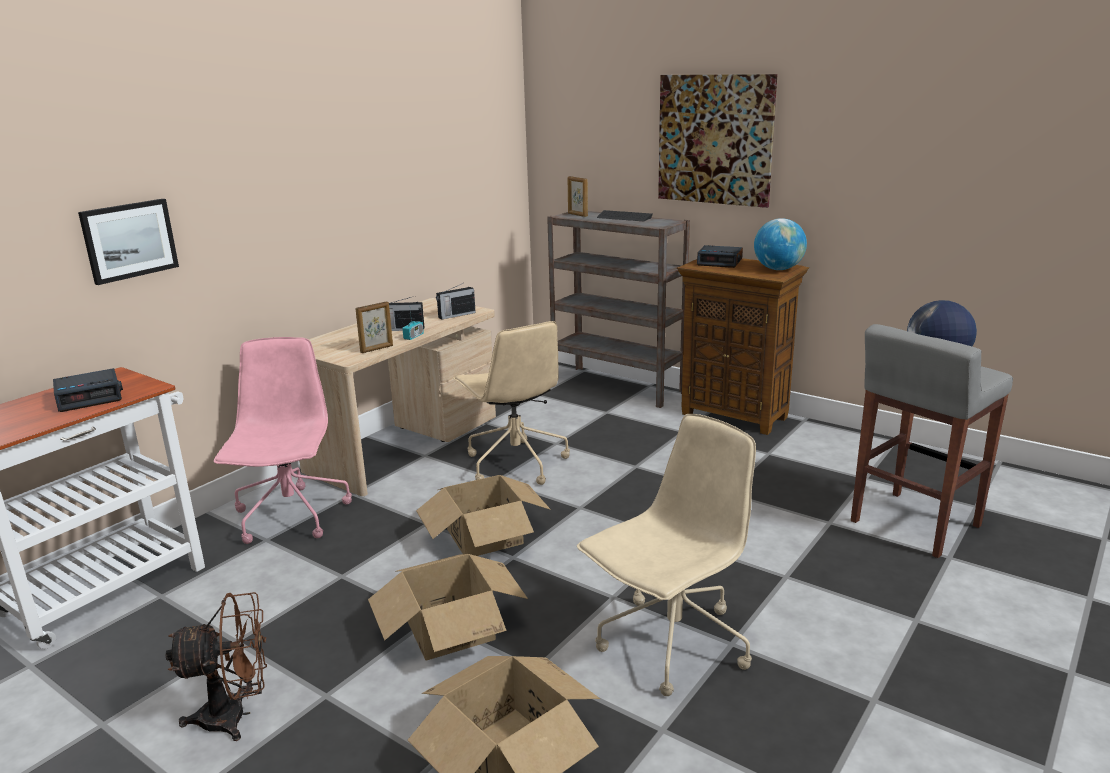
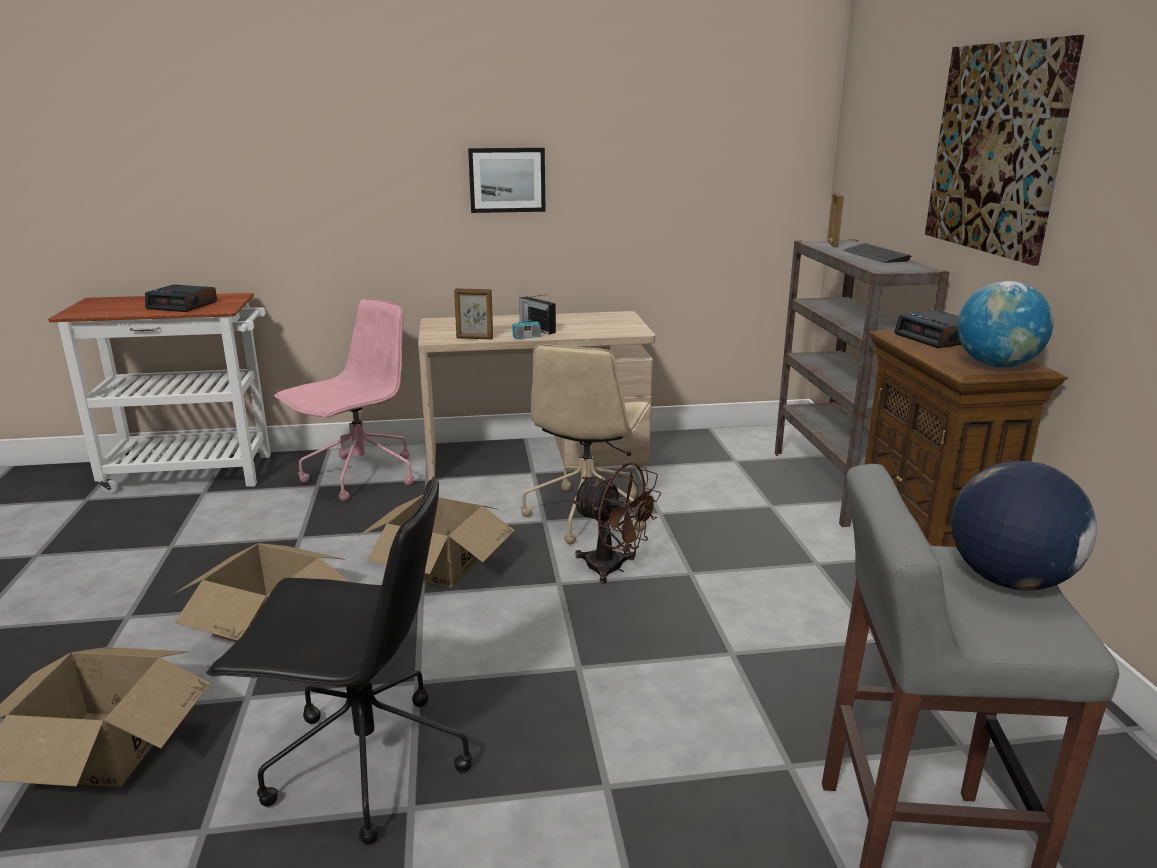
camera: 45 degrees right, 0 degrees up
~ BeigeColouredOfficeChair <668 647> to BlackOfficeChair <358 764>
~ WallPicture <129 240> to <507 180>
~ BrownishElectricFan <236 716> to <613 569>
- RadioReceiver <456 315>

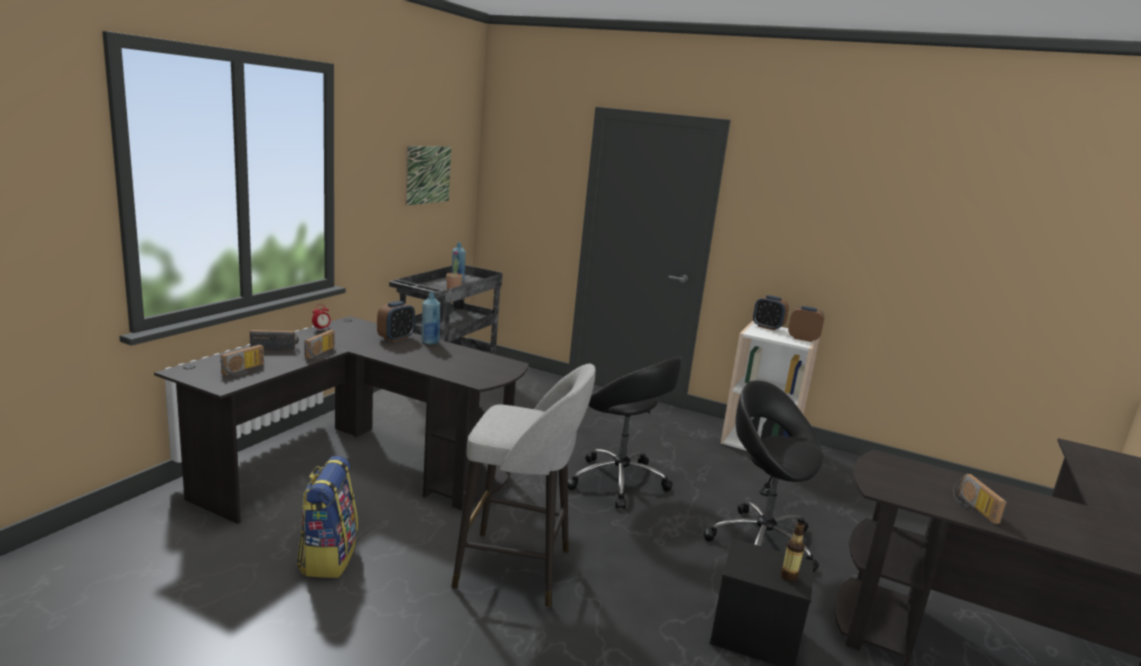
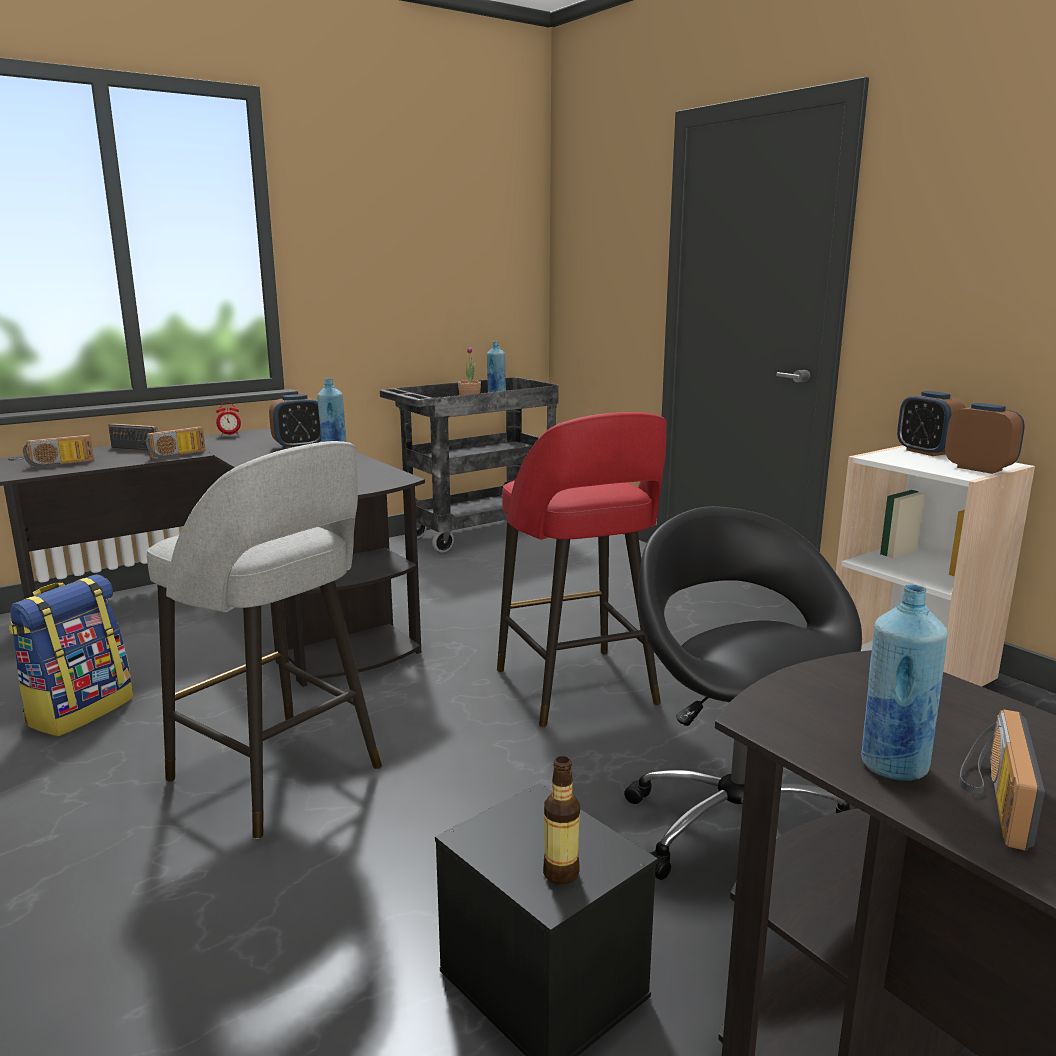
camera: 30 degrees right, 0 degrees up
~ BlackOfficeChair <620 482> to RedColouredStool <577 689>
+ BlueBottle <892 766>
- WallPicture <428 174>

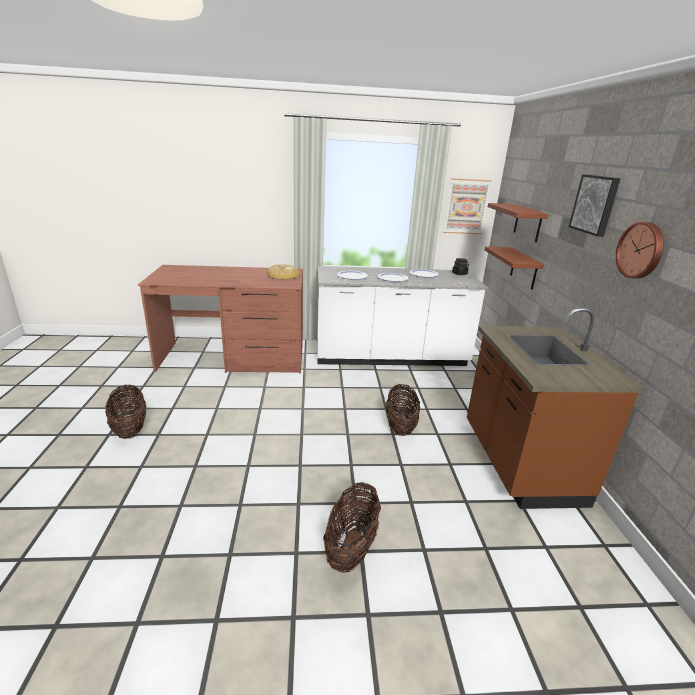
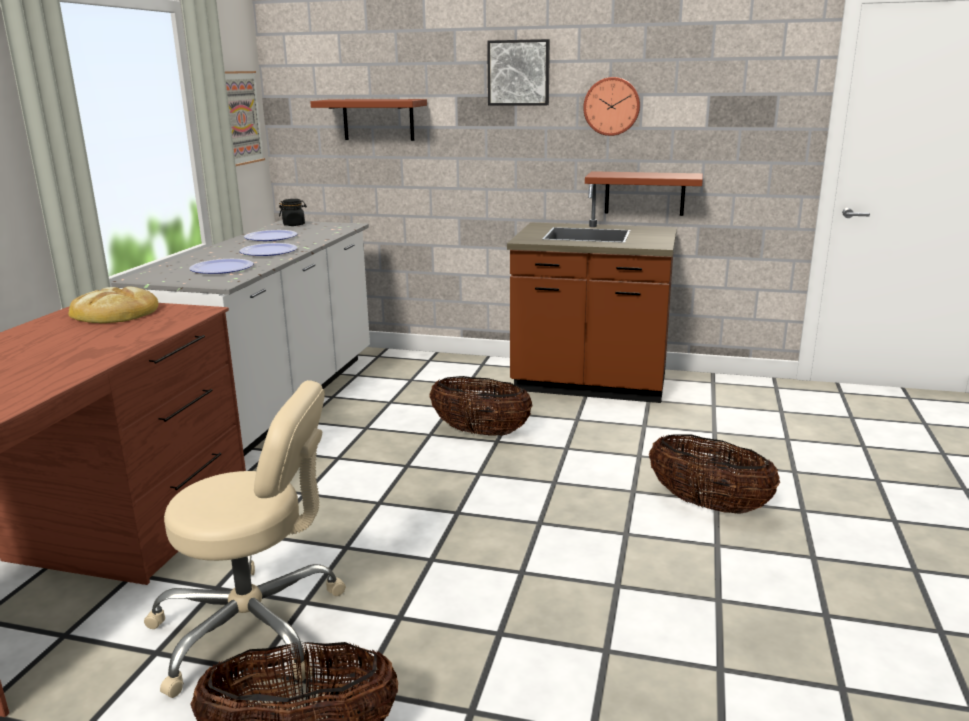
camera: 70 degrees left, 5 degrees down
+ BeigeColouredOfficeChair <259 630>
~ BrownishWallShelf <524 268> to <644 193>

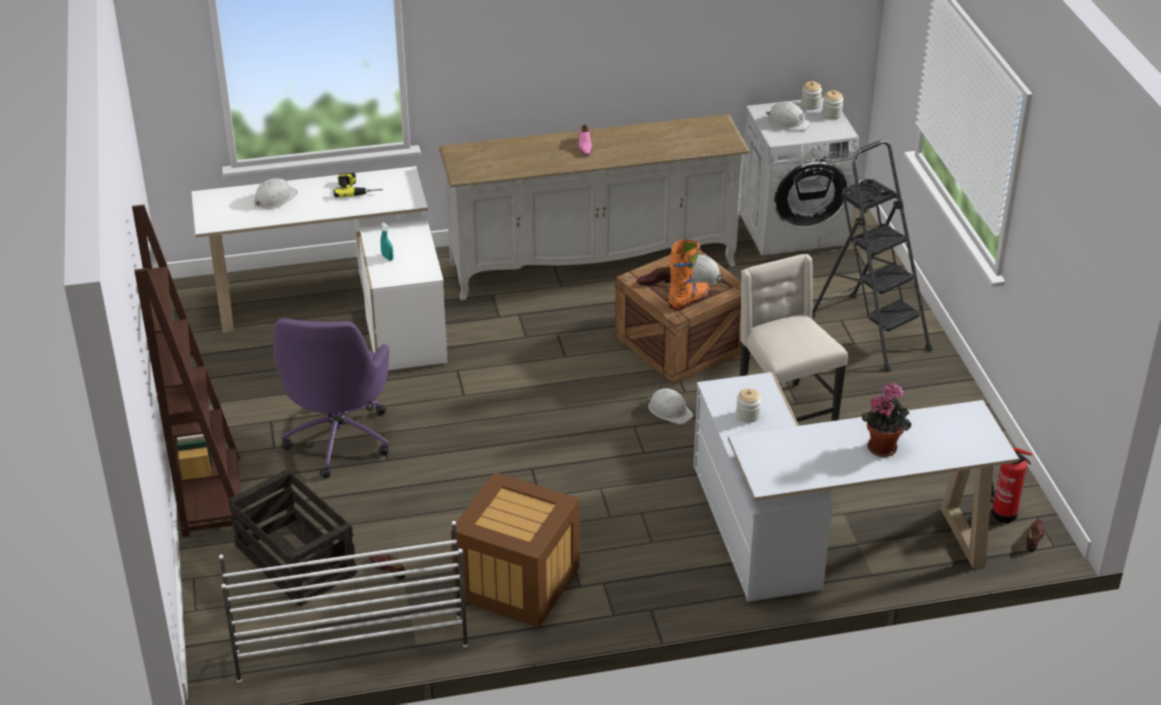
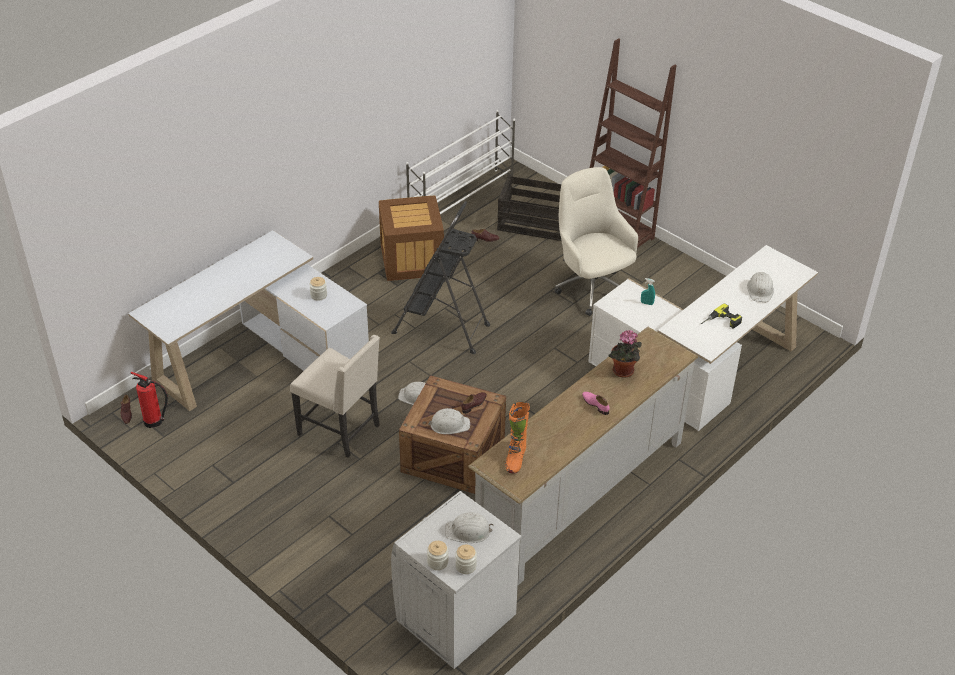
camera: 145 degrees right, 5 degrees up
~ StepLadder <868 331> to <442 329>
~ OrangeBoot <688 300> to <515 458>
~ PurpleColouredOfficeChair <339 440> to BeigeColouredOfficeChair <591 289>
~ PottedPlant <883 446> to <623 372>

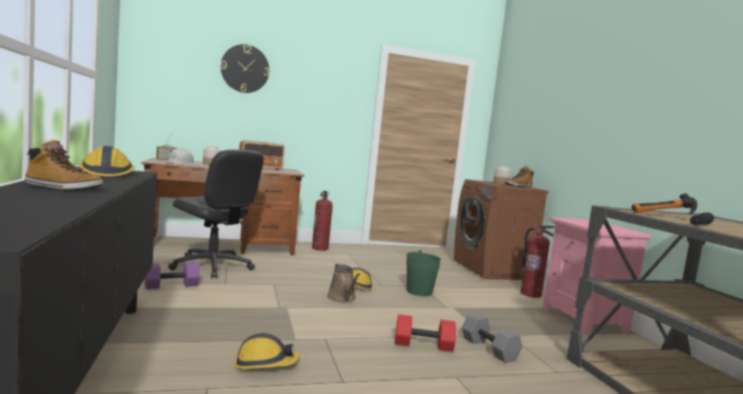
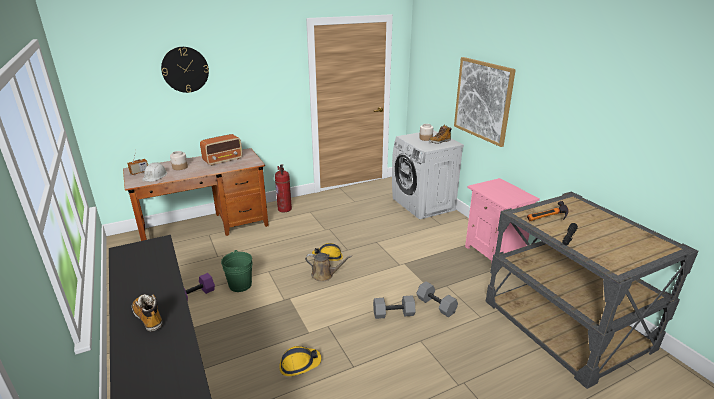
camera: 10 degrees left, 20 degrees up
~ Boot <63 188> = <148 318> 120 degrees counterclockwise
~ GreenPail <419 291> to <240 285>
~ BrownishWateringCan <342 298> = <324 275> 45 degrees counterclockwise
~ RedColouredDumbbell <424 344> to GrayDumbbell <394 313>
~ BrownishWashingMachine <491 271> to WhiteWashingMachine <423 205>
+ WallPicture <483 100>
- HardHat <107 173>
- BlackOfficeChair <212 266>
- FireExtinguisher <530 294>

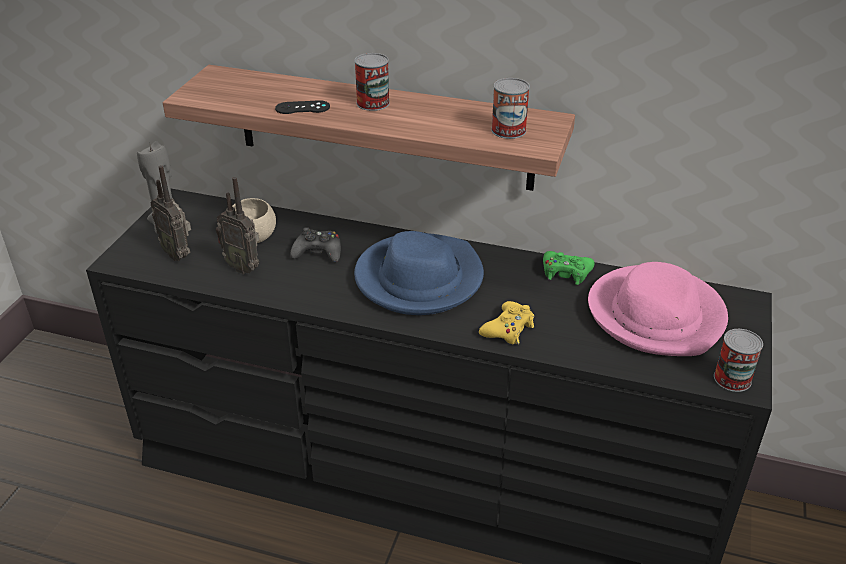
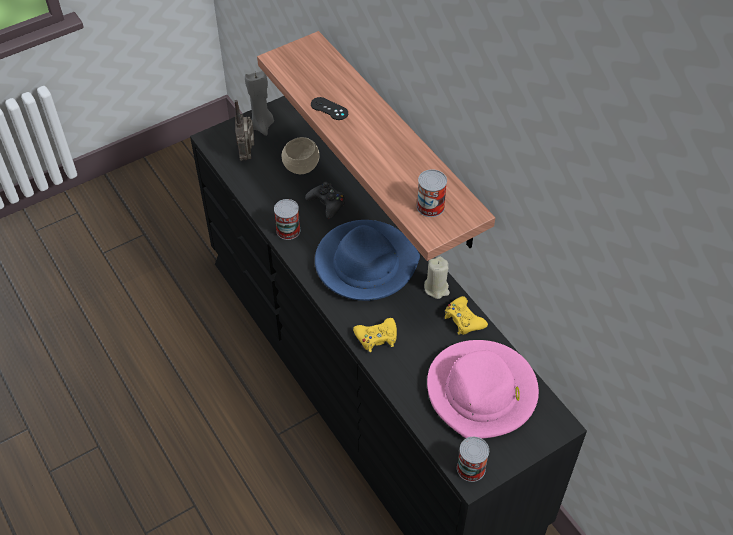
camera: 40 degrees right, 15 degrees up
~ MetalCan <373 103> to <288 230>
+ BeigeColouredCandle <436 288>
~ GreenGamepad <566 272> to YellowColouredGamepad <463 320>
- RadioReceiver <244 267>

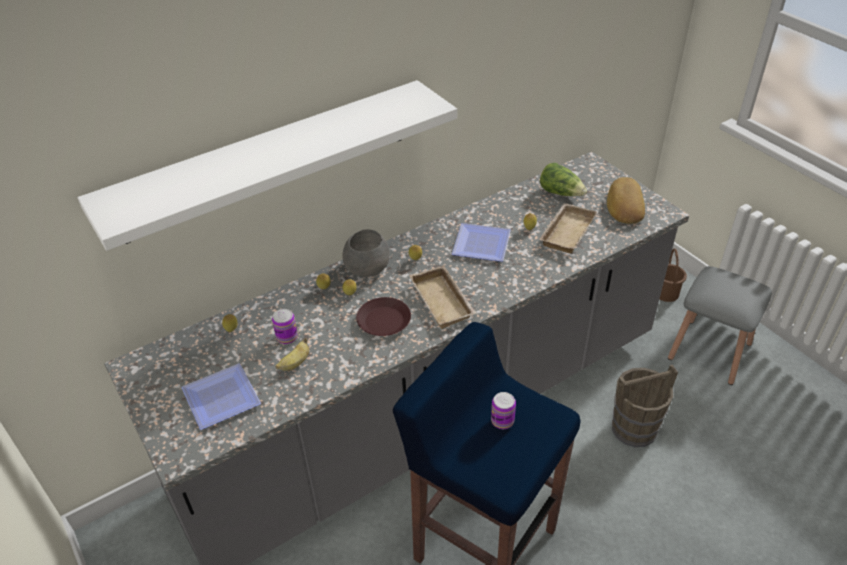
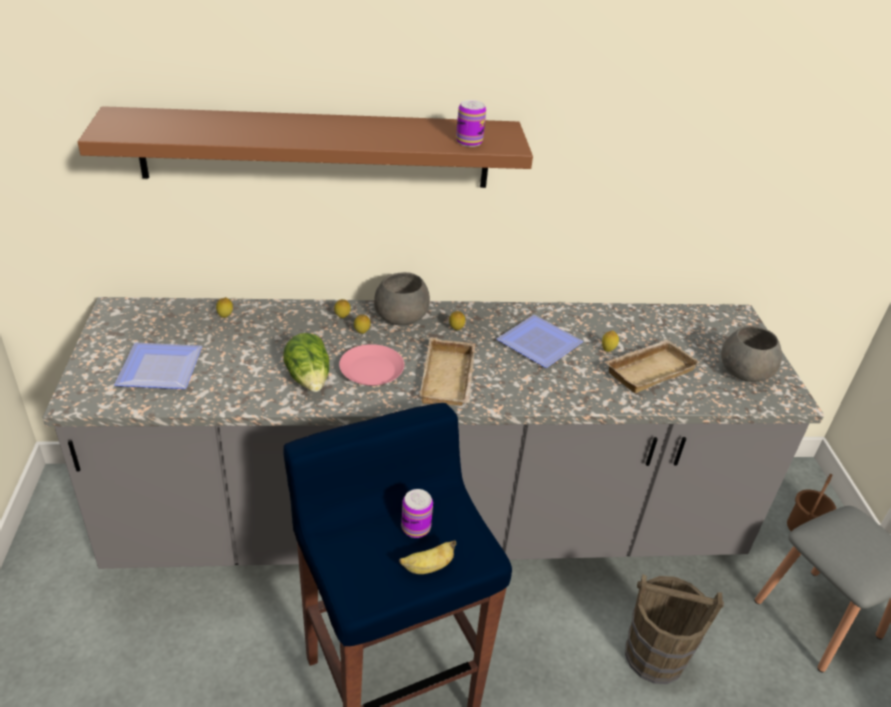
camera: 25 degrees right, 5 degrees down
~ WhiteWallShelf <268 160> to BrownishWallShelf <317 148>
~ LettuceHead <561 193> to <309 378>
~ BrownishFlatDish <383 321> to PinkColouredFlatDish <371 370>
~ Banana <295 364> to <428 567>
~ MetalCan <287 337> to <469 142>
~ BakedBread <624 205> to GrayDeepDish <744 372>

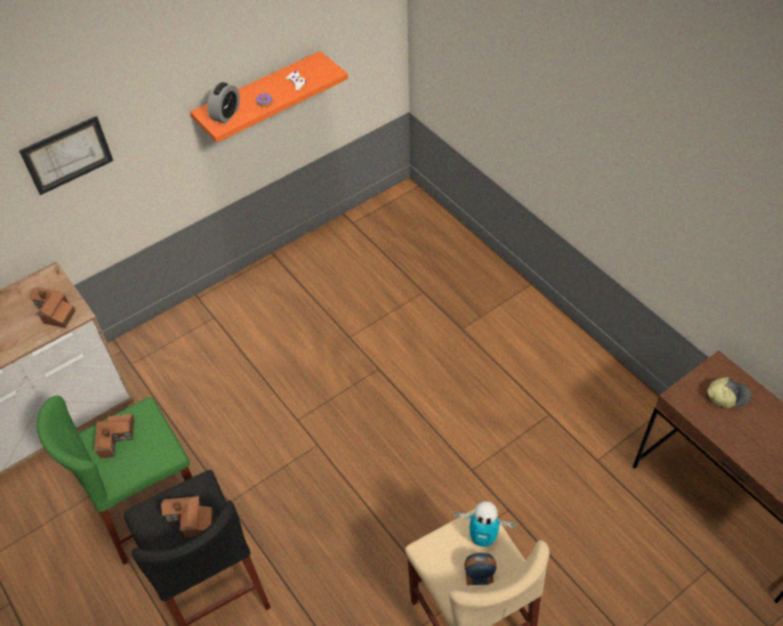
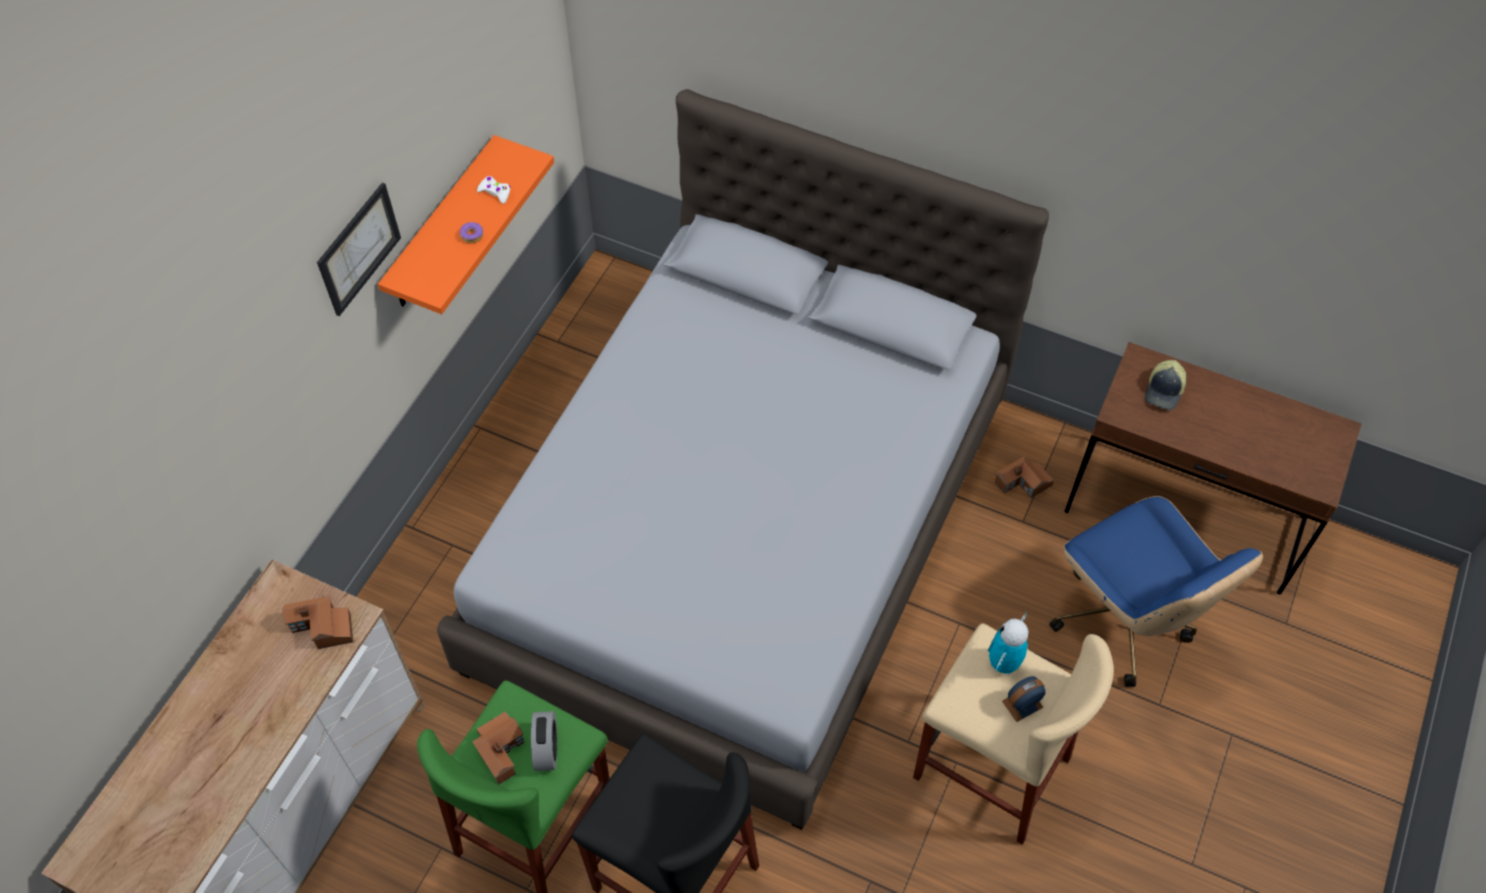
camera: 30 degrees left, 5 degrees up
~ WallPicture <67 155> to <358 248>
+ GraySleepingBed <744 532>
~ TableClock <226 114> to <546 749>
~ ToyRobot <483 538> = <1003 663> 135 degrees clockwise
~ ModelHouse <190 521> to <1023 483>
+ BlueOfficeChair <1123 627>
~ BaseballCap <727 396> = <1164 391> 150 degrees clockwise

